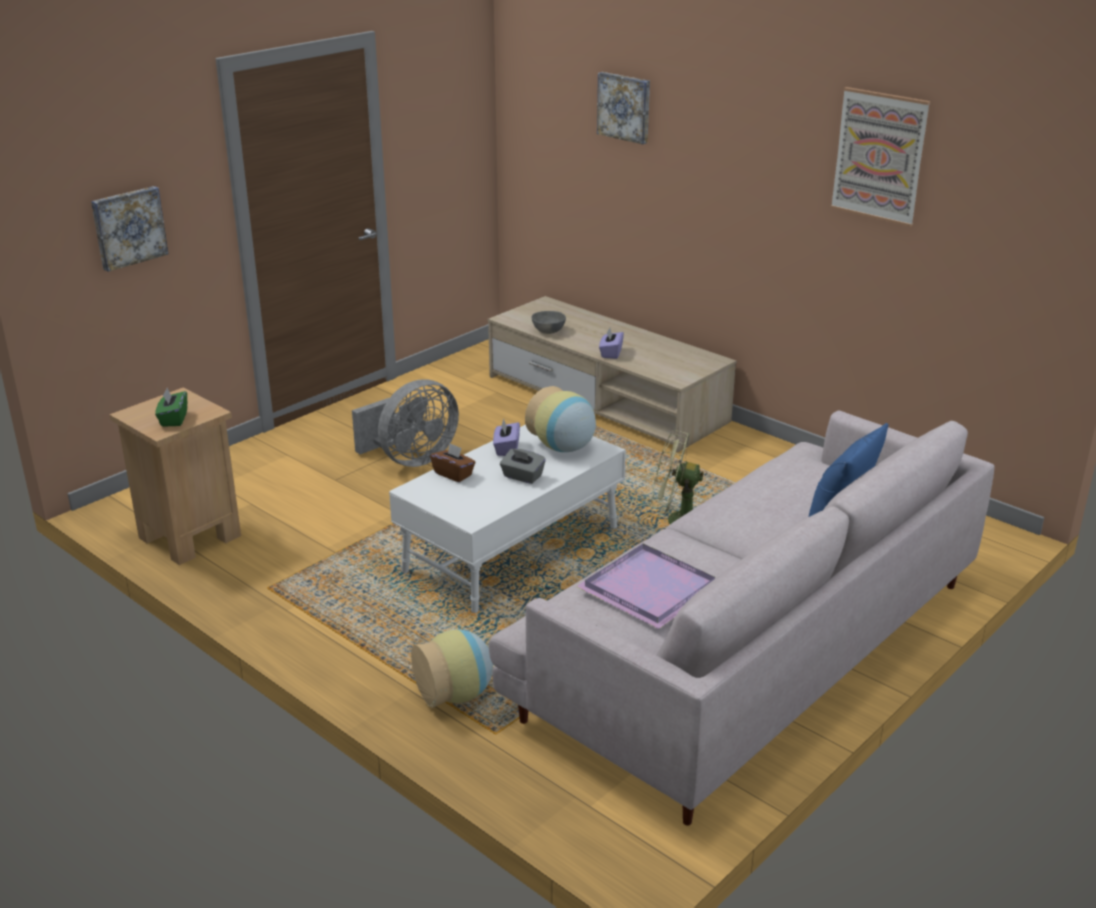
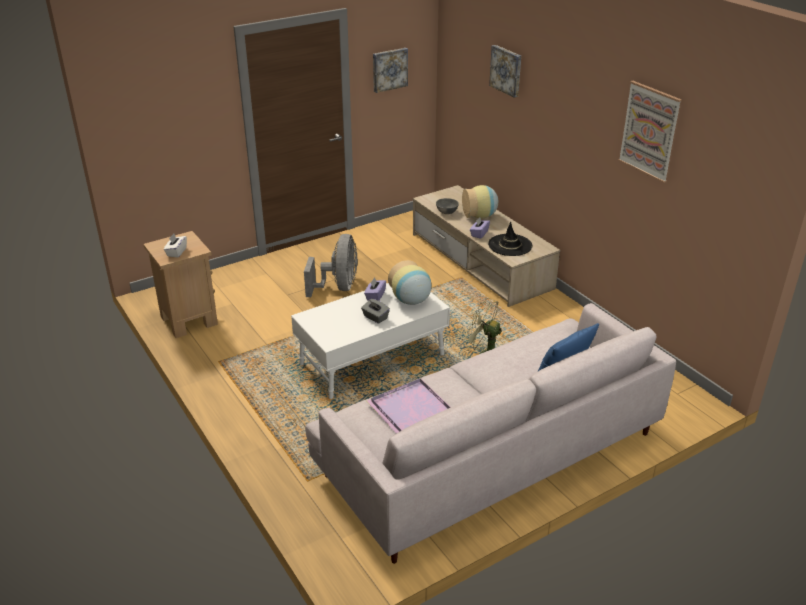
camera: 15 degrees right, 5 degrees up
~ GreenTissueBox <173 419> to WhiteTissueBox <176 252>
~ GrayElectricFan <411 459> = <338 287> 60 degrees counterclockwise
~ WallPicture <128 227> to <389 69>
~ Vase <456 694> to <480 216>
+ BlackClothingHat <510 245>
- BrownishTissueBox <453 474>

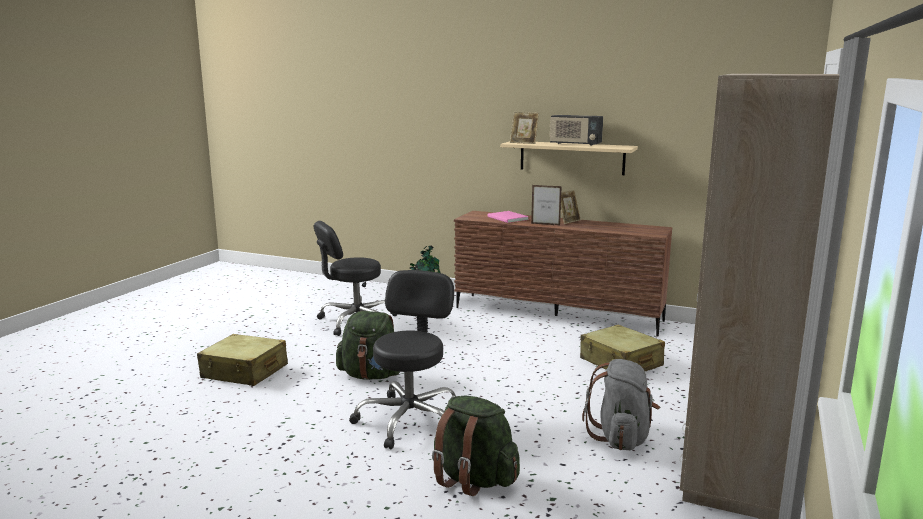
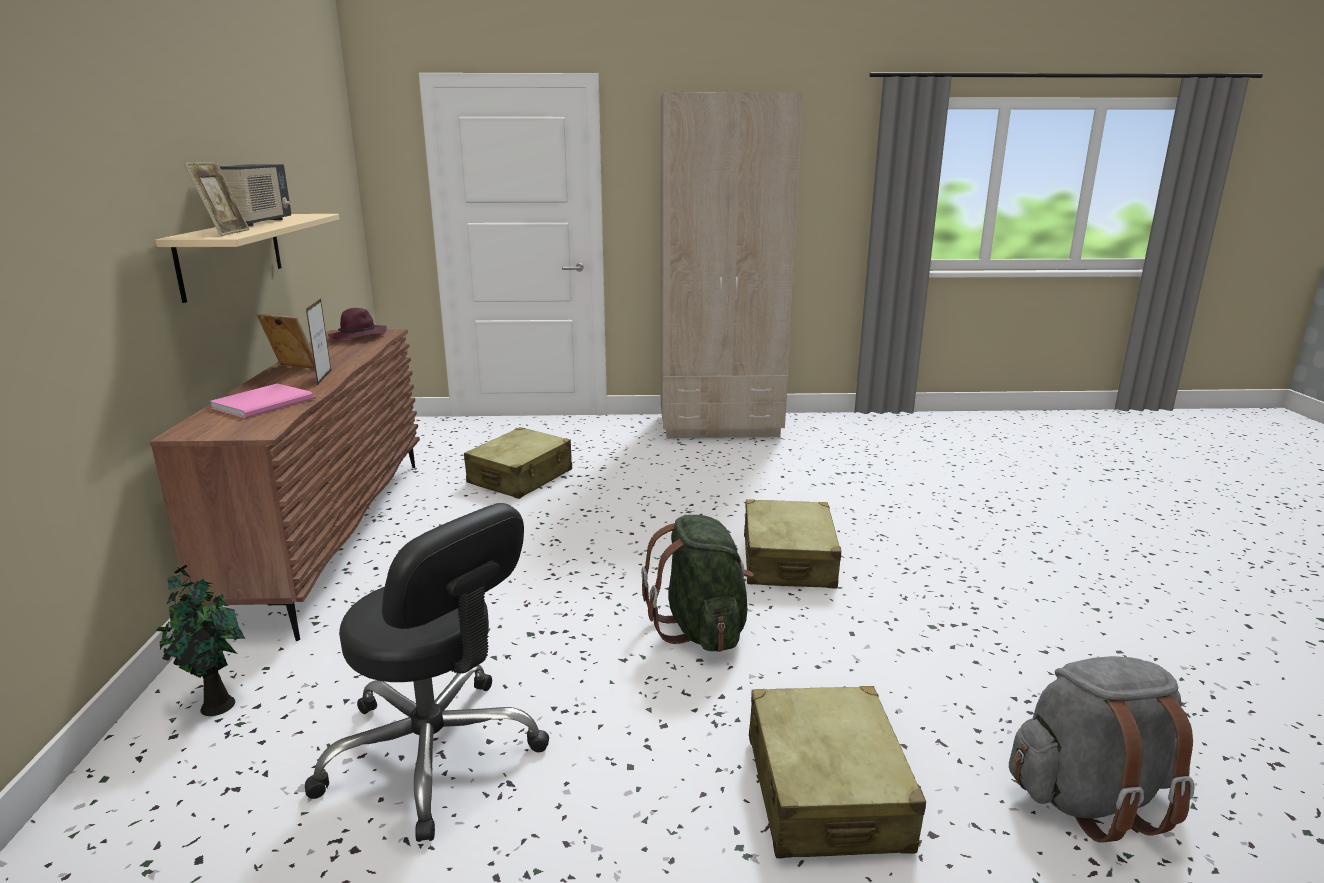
camera: 115 degrees left, 5 degrees up
+ PurpleColouredClothingHat <358 337>
~ BlackOfficeChair <411 418> to BeigeColouredSuitcase <788 561>
~ GrayKnapsack <621 438> to <1090 799>
- GreenKnapsack <473 479>

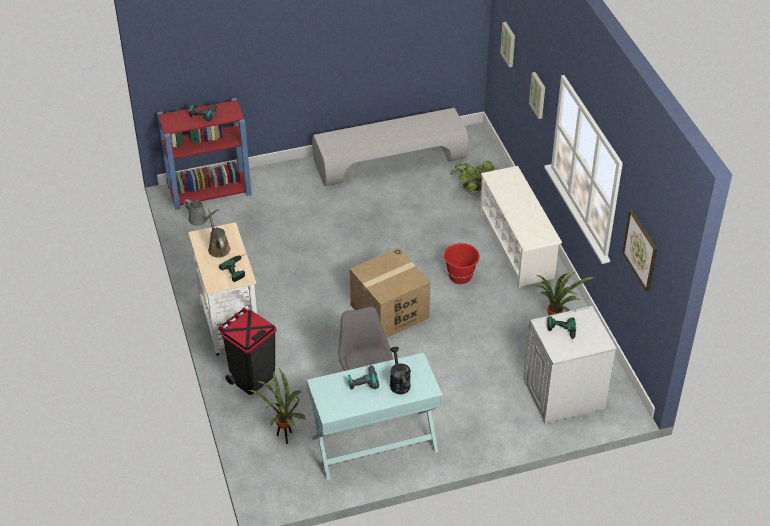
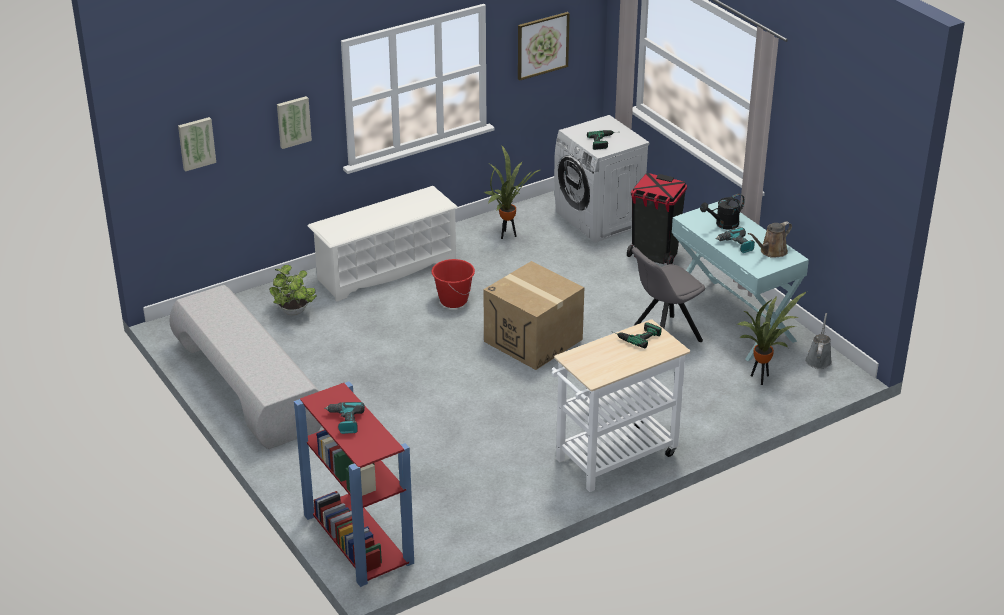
camera: 105 degrees left, 10 degrees down
~ BlackTrashCan <252 378> to <654 255>
~ BrownishWateringCan <218 248> to <771 252>
~ GrayWateringCan <199 220> to <818 359>

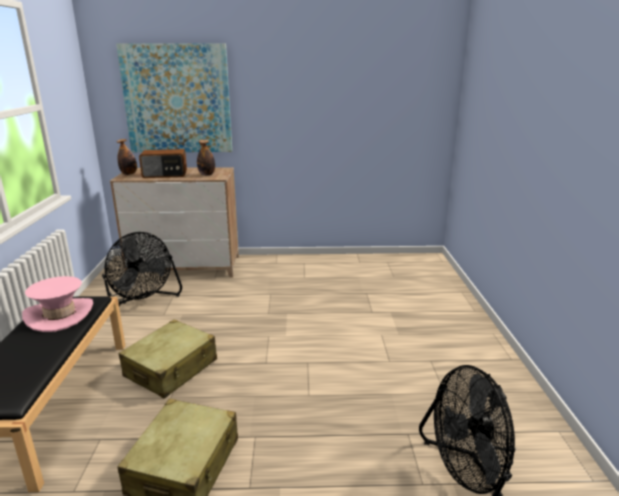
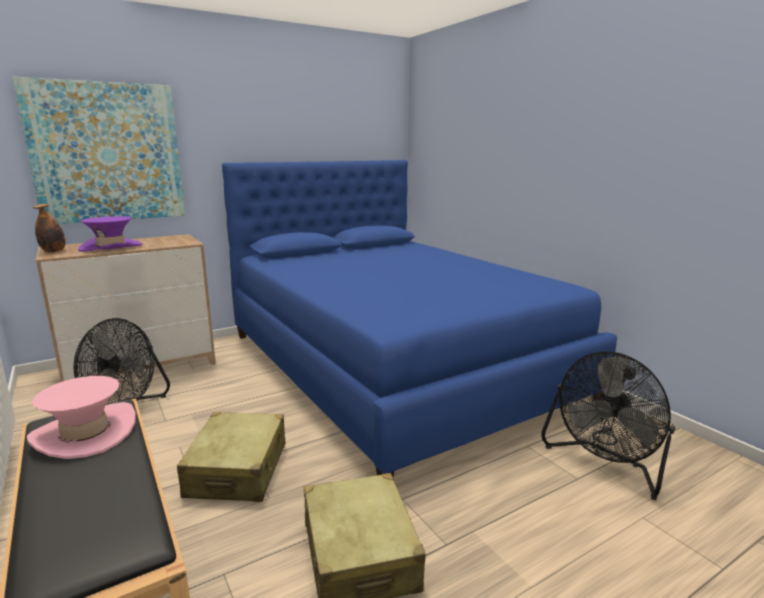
camera: 30 degrees left, 5 degrees down
~ RadioReceiver <165 174> to PurpleColouredClothingHat <111 247>
+ BlueSleepingBed <394 364>
- Bottle <207 174>

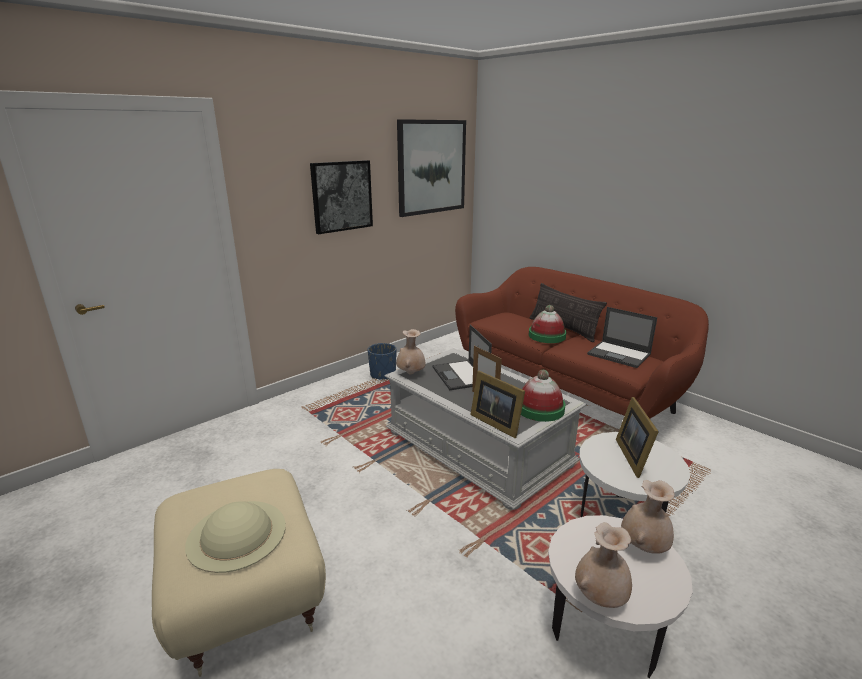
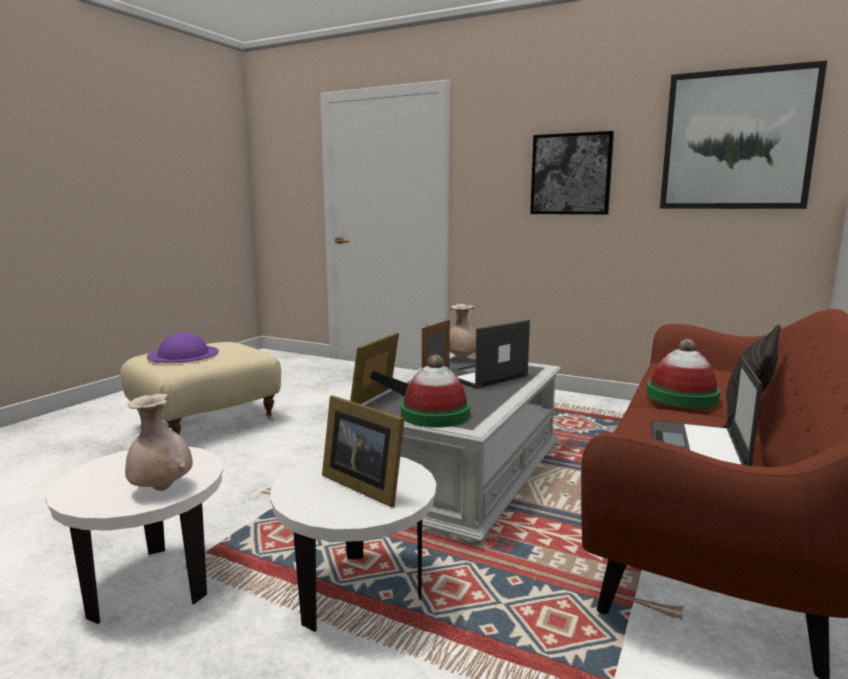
camera: 70 degrees right, 10 degrees down
~ BeigeColouredClothingHat <237 534> to PurpleColouredClothingHat <183 354>
~ PhotoFrame <634 456> = <363 484> 120 degrees counterclockwise
- BluePlantPot <383 375>
- BeigeColouredVase <600 597>

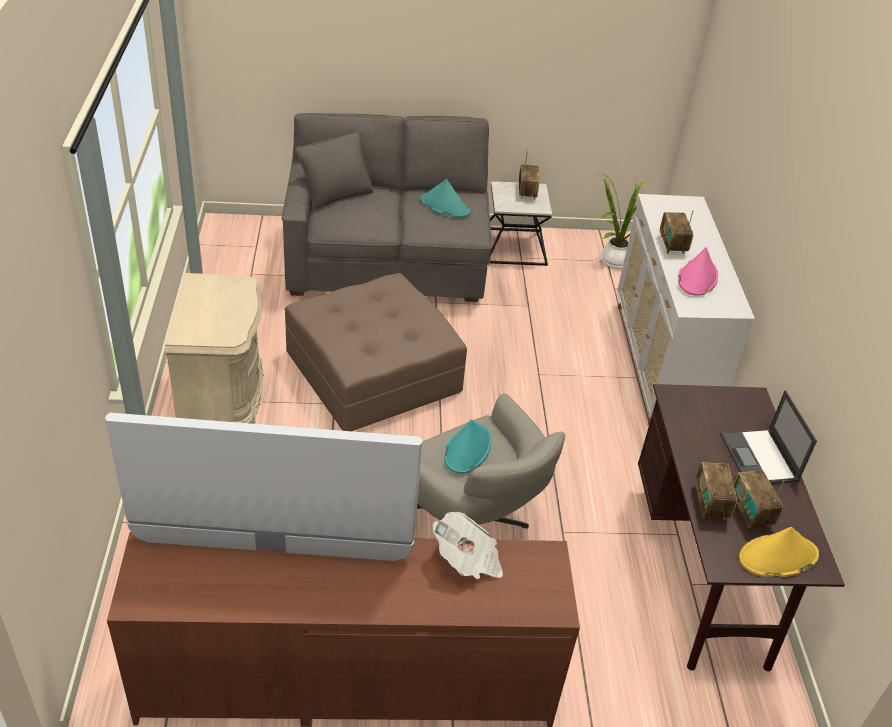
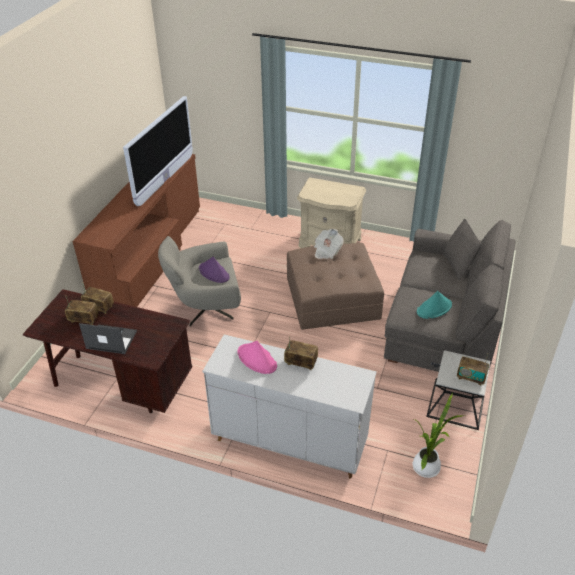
camera: 115 degrees right, 0 degrees up
~ BlueGreenClothingHat <467 449> to PurpleColouredClothingHat <214 273>
~ DailyPaper <468 560> to <327 251>
- YellowColouredClothingHat <777 557>

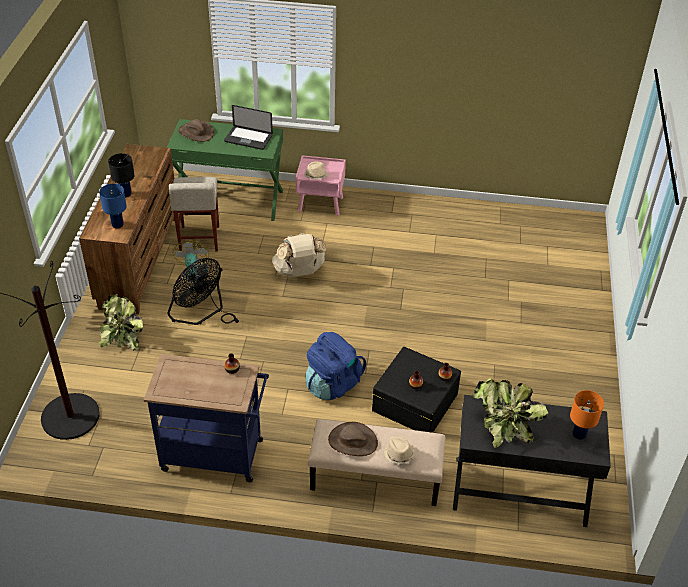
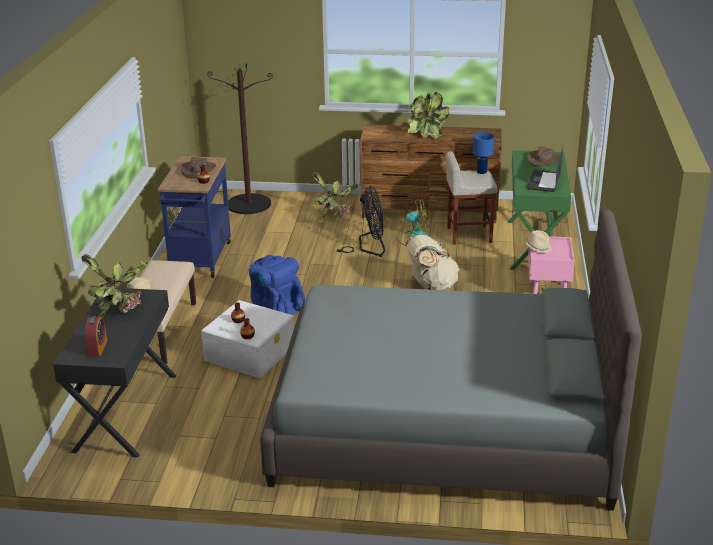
camera: 90 degrees right, 15 degrees down
~ OrangeLampForATable <578 435> to TableClock <97 348>
~ BrownishClothingHat <352 441> to <198 170>
~ BlackStorageContainer <414 401> to WhiteStorageContainer <250 352>
+ GraySleepingBed <443 425>
~ BlackElectricFan <206 311> = <368 245> 45 degrees clockwise
~ BlackLampForATable <125 194> to PottedPlant <425 133>
~ BlueLampForATable <117 225> to <481 172>

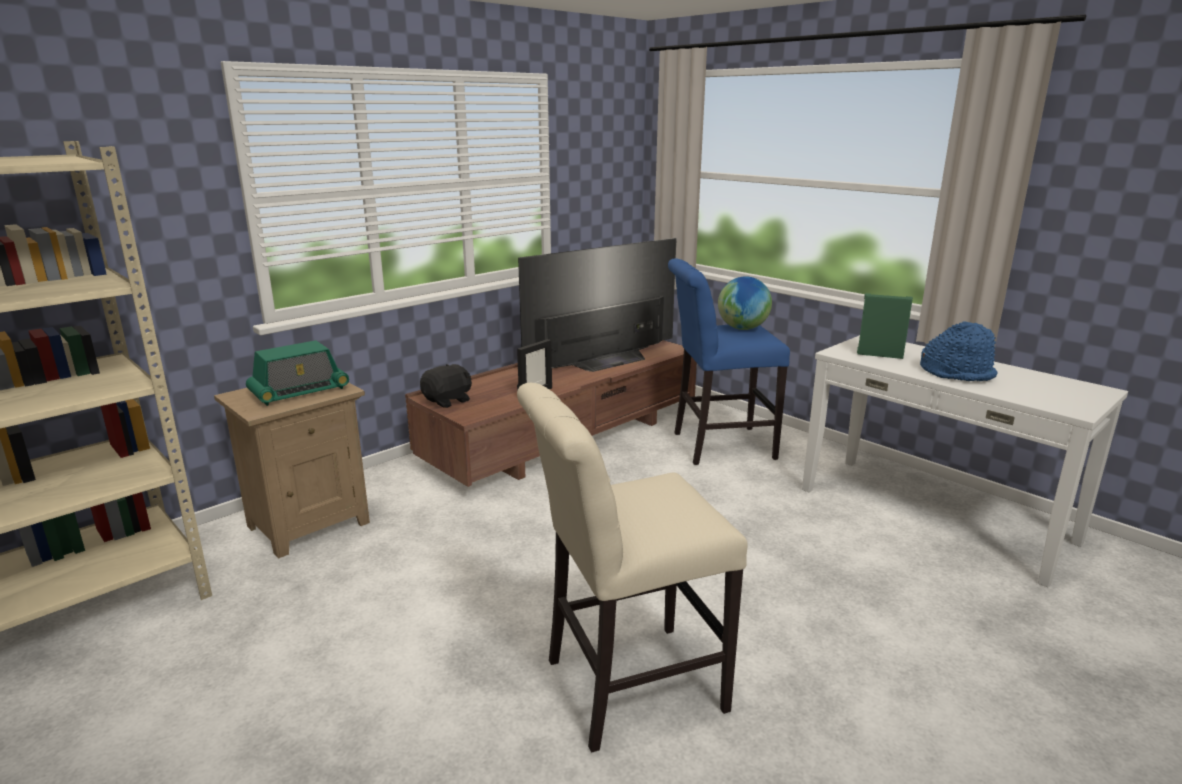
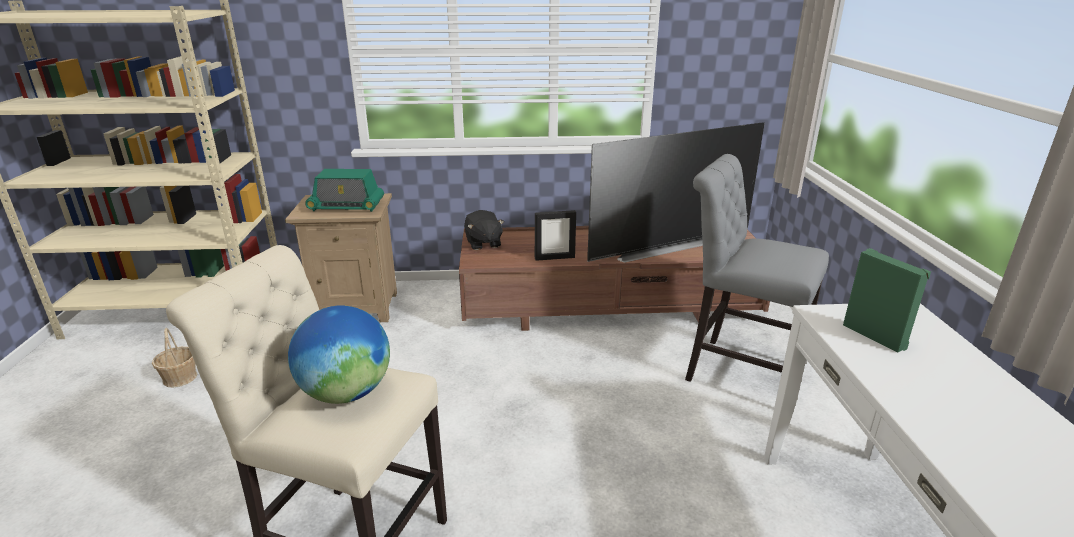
camera: 40 degrees right, 5 degrees up
+ Basket <180 377>
~ DeskGlobe <743 328> to <346 393>
~ BlackPlushToy <448 401> = <483 243> 75 degrees clockwise
~ Television <606 359> = <667 245> 150 degrees clockwise
~ BlueStool <717 446> to GrayStool <737 371>
- BlueClothingHat <957 373>

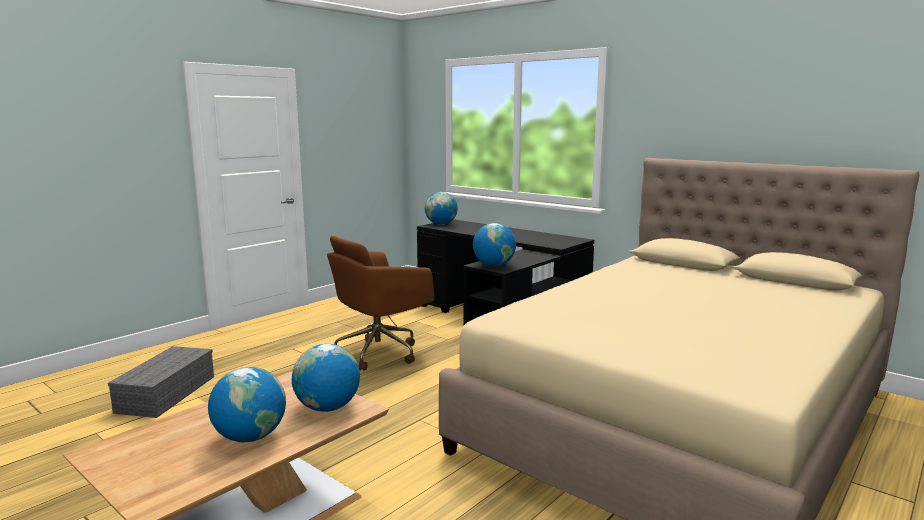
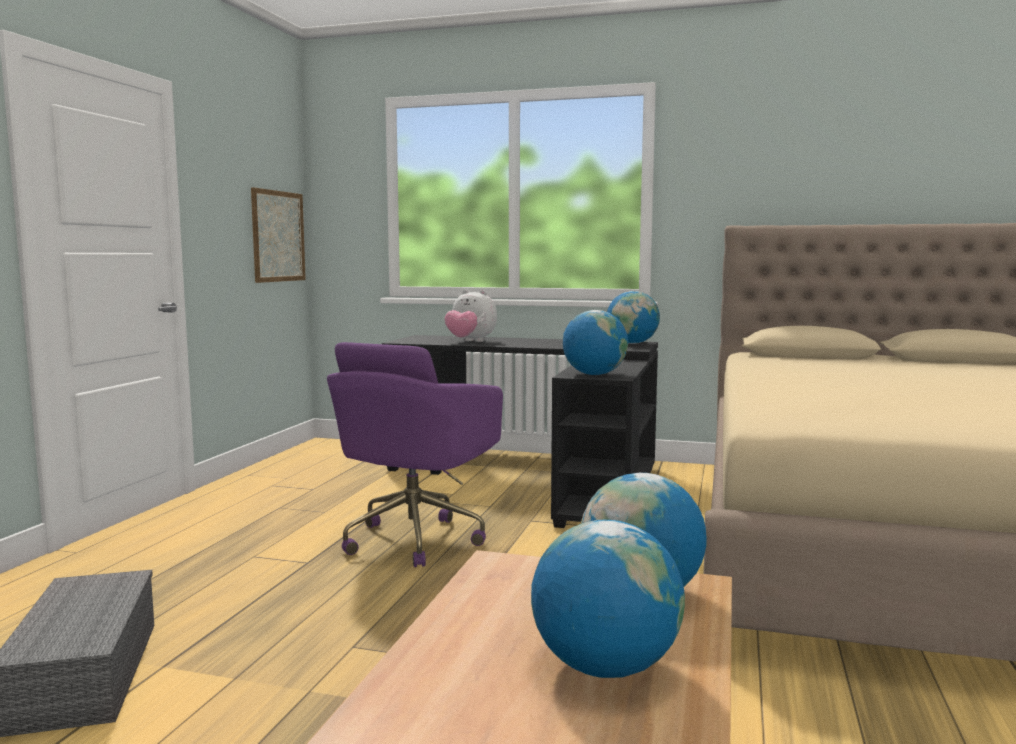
camera: 25 degrees left, 5 degrees down
+ WallPicture <278 235>
~ BrownishOfficeChair <381 353> to PurpleColouredOfficeChair <417 539>
+ PlushToy <470 341>
~ DeskGlobe <441 224> to <632 343>

